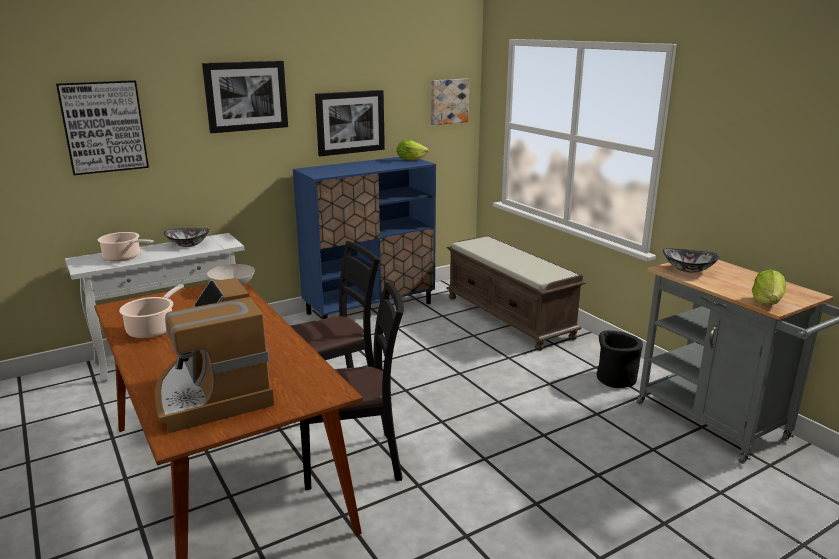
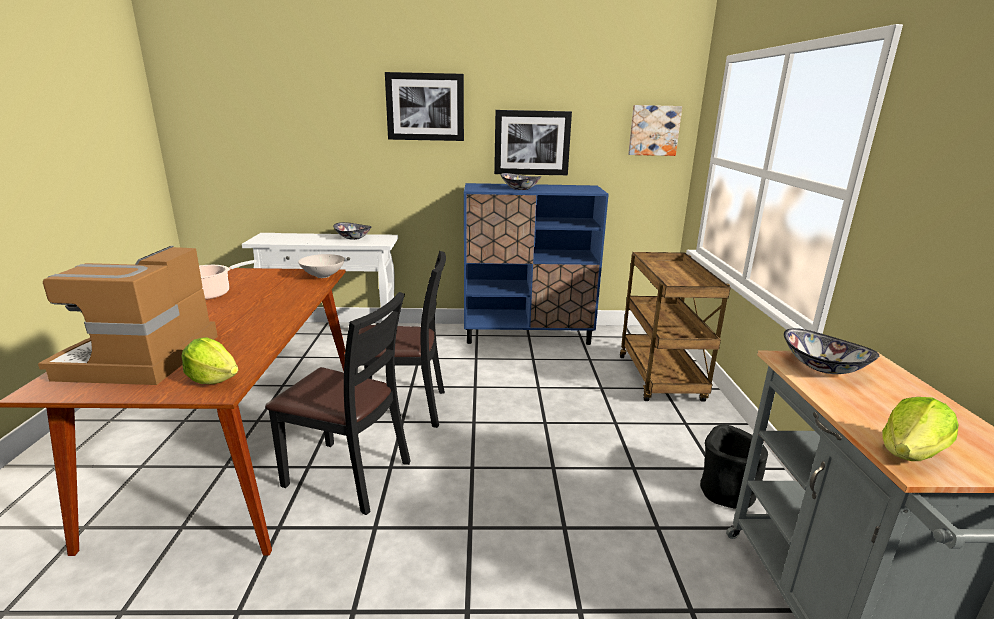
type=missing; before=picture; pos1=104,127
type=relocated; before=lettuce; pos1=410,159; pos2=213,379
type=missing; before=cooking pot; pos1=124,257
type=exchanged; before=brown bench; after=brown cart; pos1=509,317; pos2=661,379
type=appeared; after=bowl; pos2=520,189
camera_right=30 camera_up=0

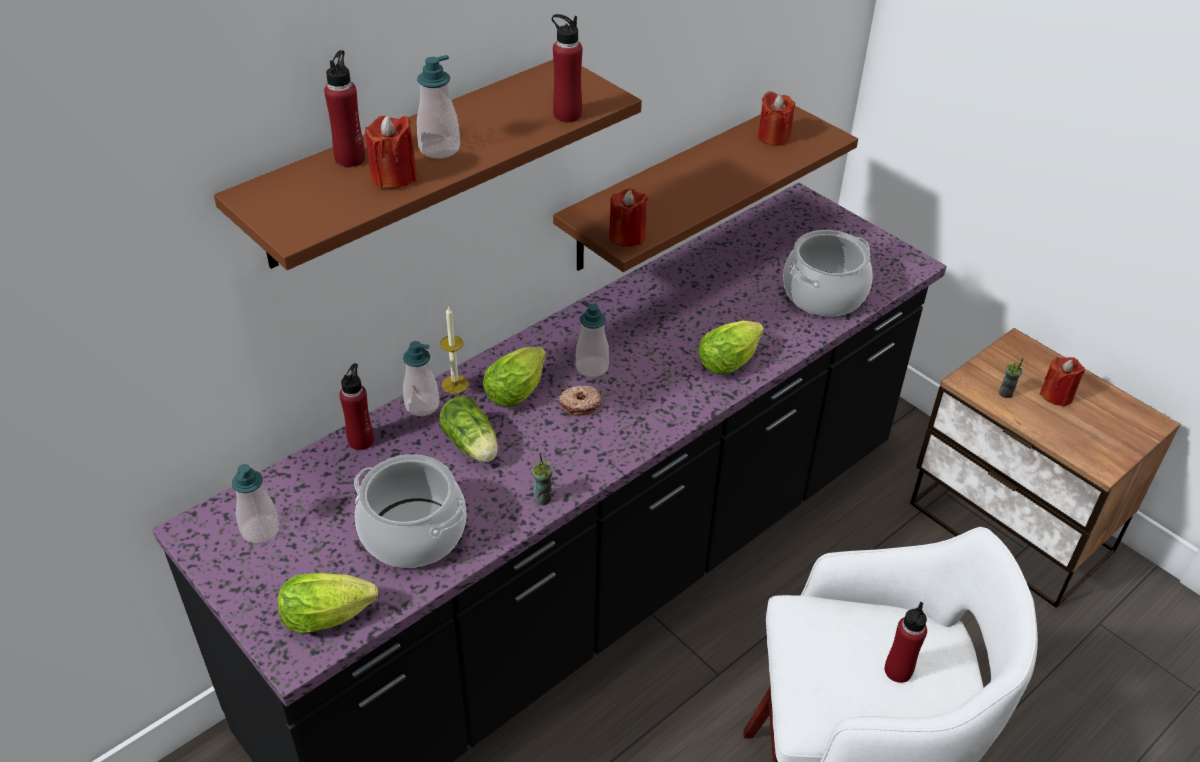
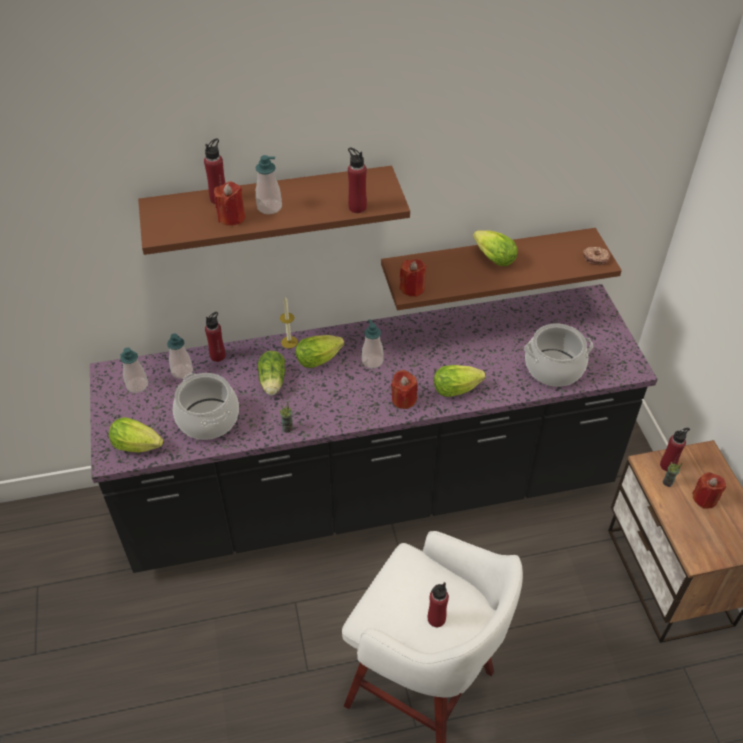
type=relocated; before=red candle; pos1=773,137; pos2=403,399
type=relocated; before=soap dispenser; pos1=422,405; pos2=182,371
type=relocated; before=donut; pos1=580,404; pos2=595,258
type=appeared; after=lettuce; pos2=491,257
type=appeared; after=red bottle; pos2=667,465
camera_right=30 camera_up=5

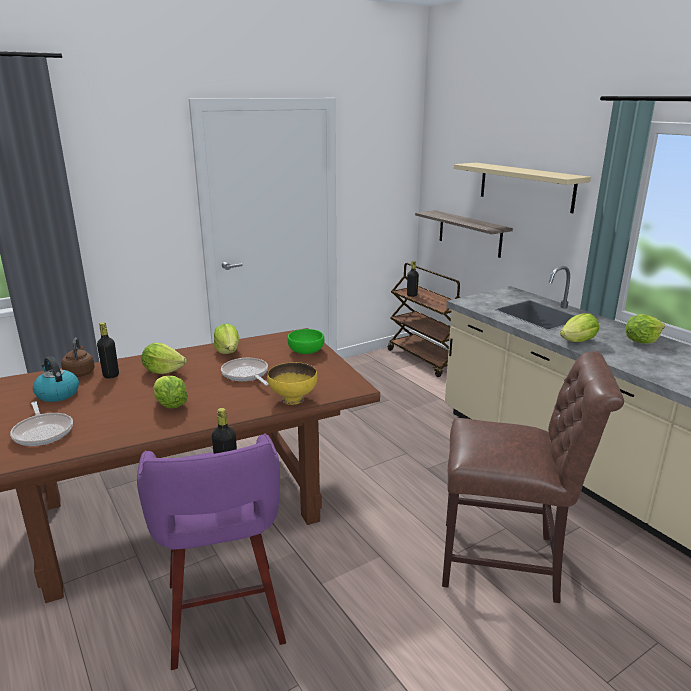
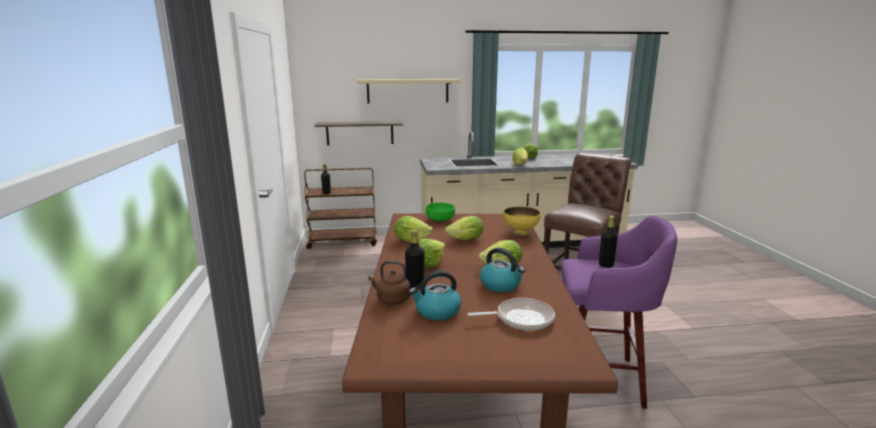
type=exchanged; before=frying pan; after=lettuce; pos1=246,374; pos2=466,239
type=appeared; after=kettle; pos2=501,285
camera_right=-65 camera_up=-5

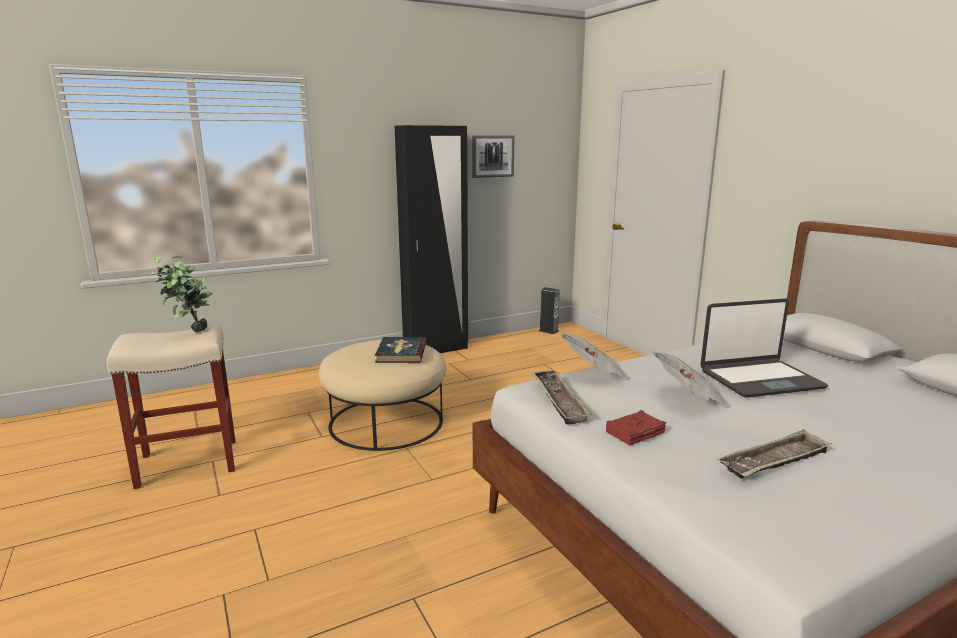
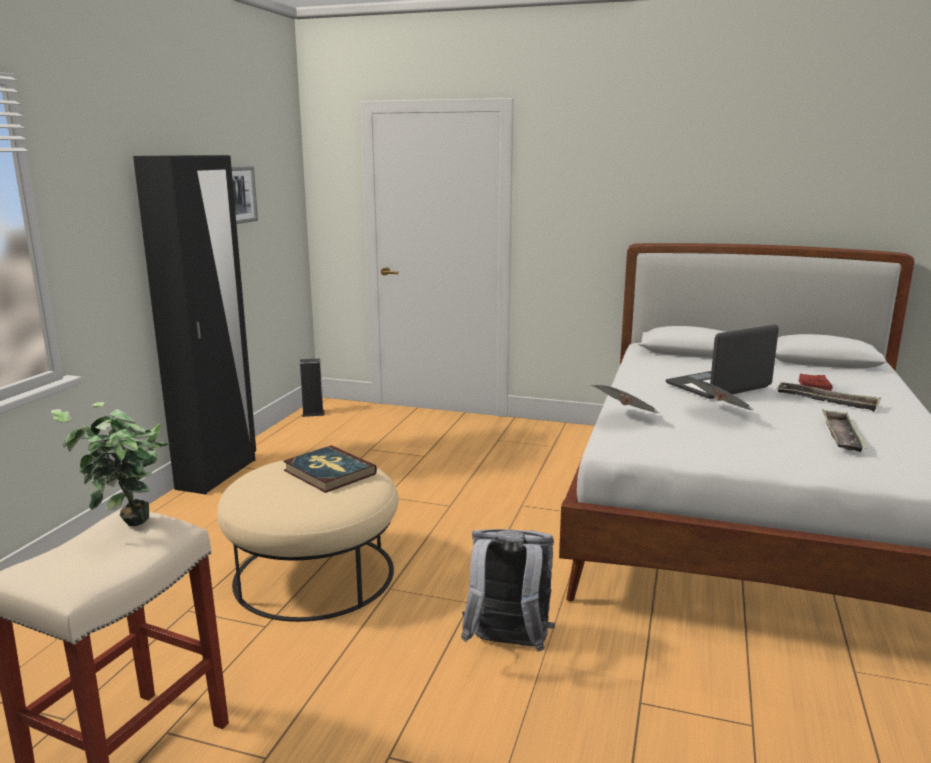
type=spun; before=laptop; pos1=760,379; pos2=718,386; turn=-150
type=relocated; before=tray; pos1=558,400; pos2=826,401
type=relocated; before=red book; pos1=635,433; pos2=815,387
type=appeared; after=grey backpack; pos2=507,646
camera_right=-45 camera_up=0

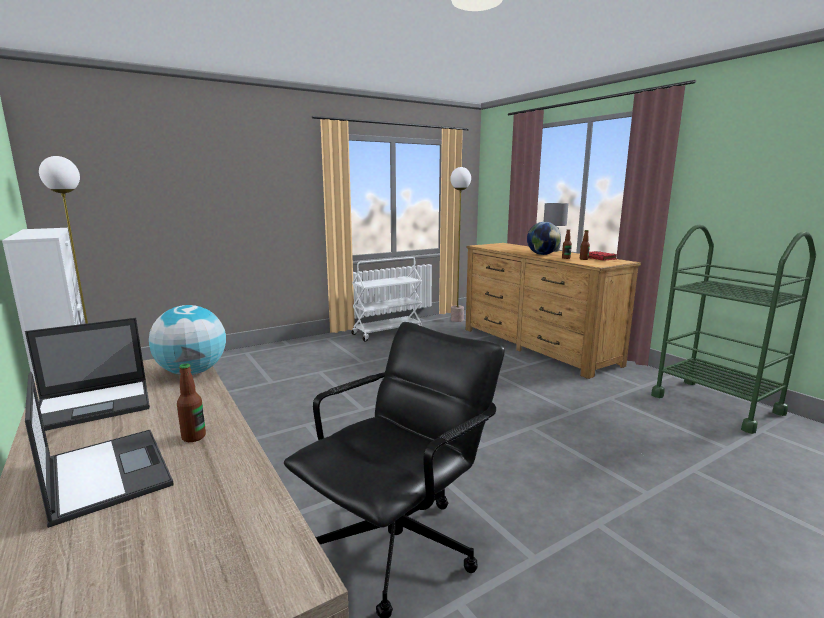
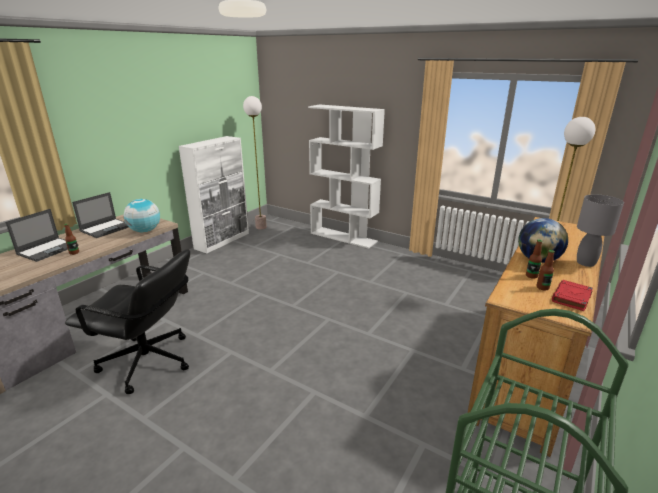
type=missing; before=white cart; pos1=387,332
type=spun; before=laptop; pos1=96,404; pos2=107,228; turn=-90
type=appeared; after=white bookcase; pos2=344,237
camera_right=65 camera_up=10

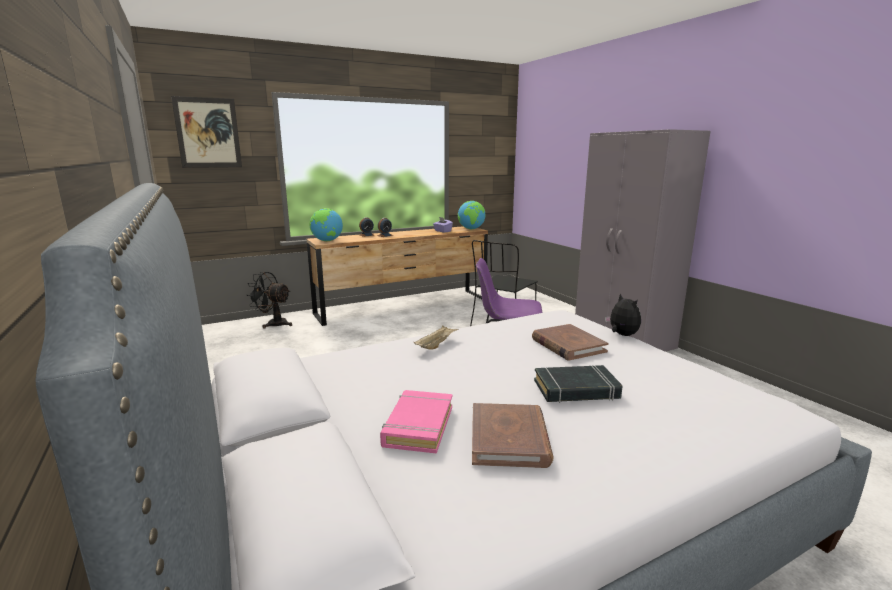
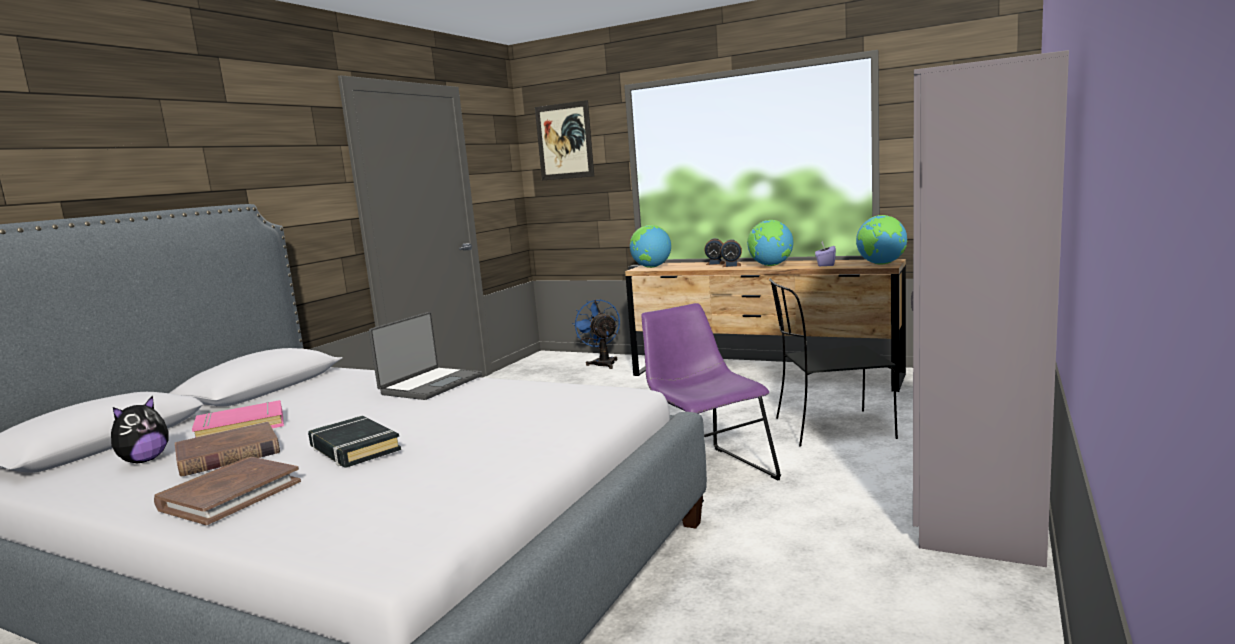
type=colour; before=black fan; after=blue fan; pos1=273,323; pos2=602,363
type=relocated; before=plush toy; pos1=621,335; pos2=144,460
type=relocated; before=brown book; pos1=567,345; pos2=230,495
type=exchanged; before=beige tray; after=laptop; pos1=436,345; pos2=430,385
type=appeared; after=globe; pos2=770,265
camera_right=55 camera_up=-5

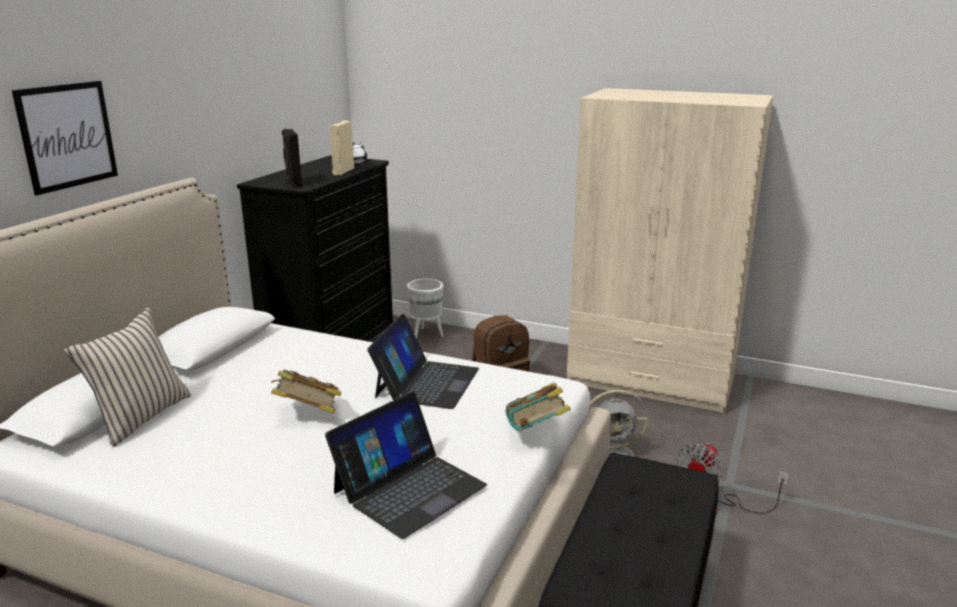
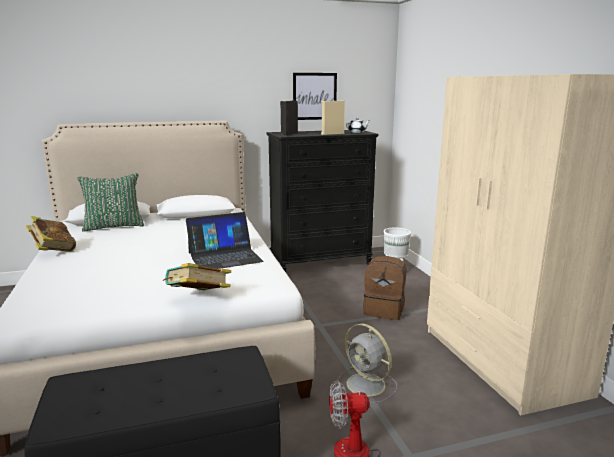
type=relocated; before=picture; pos1=67,136; pos2=314,96
type=colour; before=beige pillow; after=green pillow; pos1=140,417; pos2=114,226
type=relocated; before=book; pos1=308,414; pos2=53,251
type=missing; before=laptop; pos1=409,488
camera_right=50 camera_up=-5

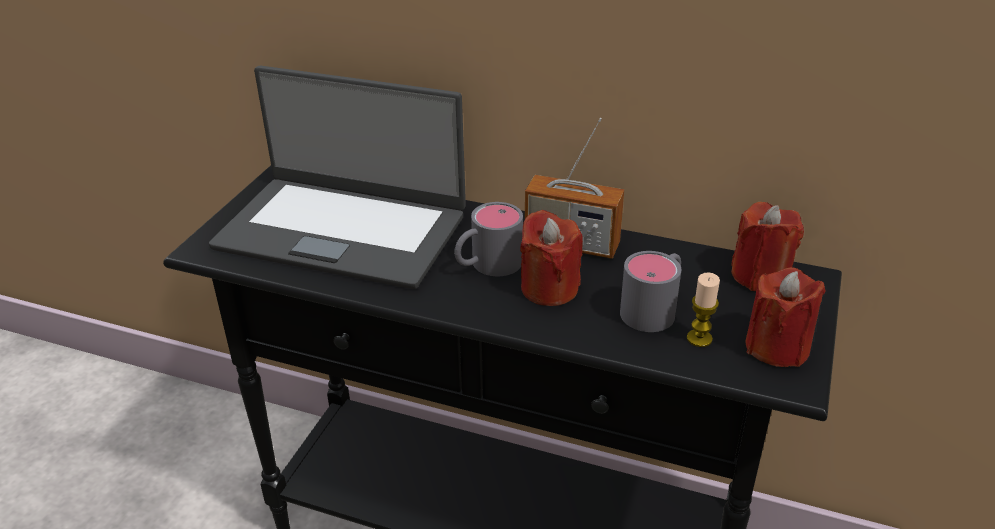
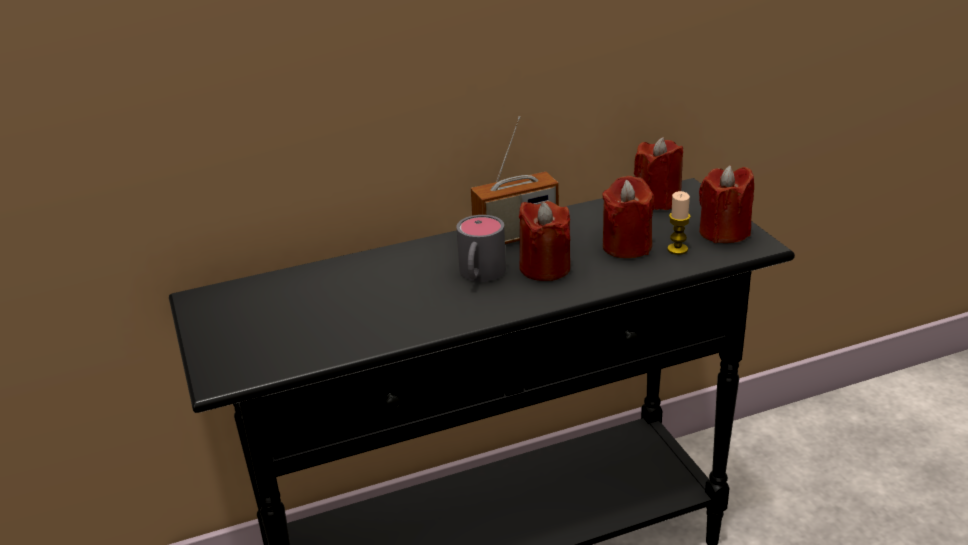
type=missing; before=laptop; pos1=343,230
type=exchanged; before=grey mug; after=red candle; pos1=654,308; pos2=627,246
camera_right=-40 camera_up=-5

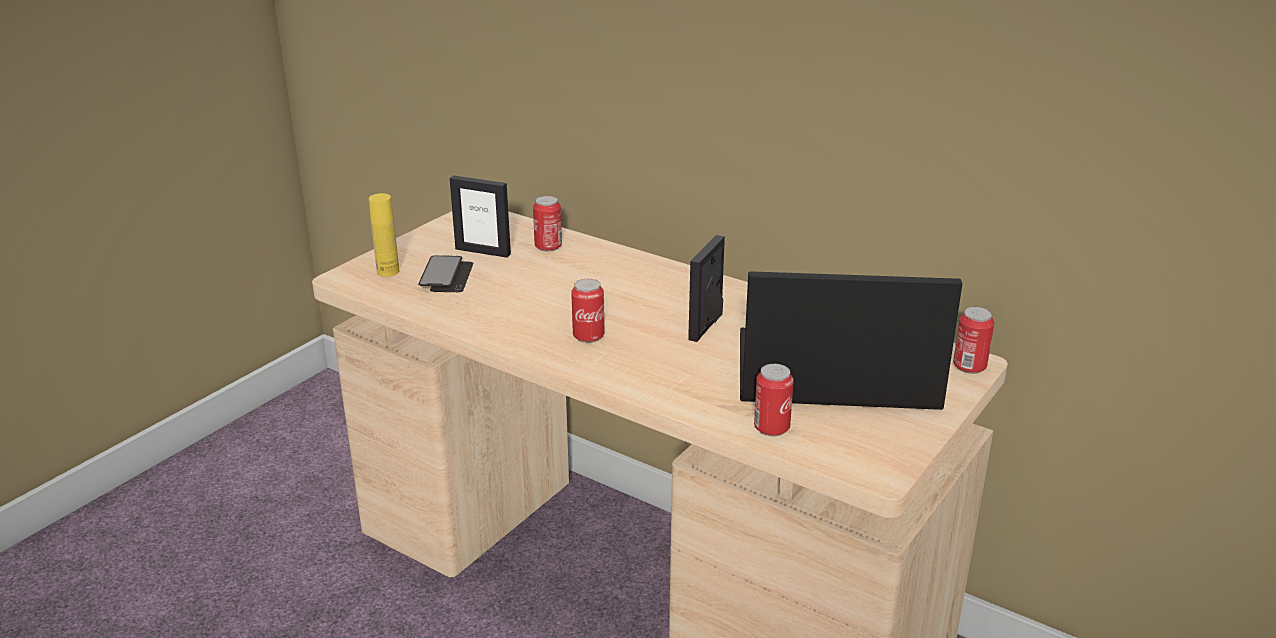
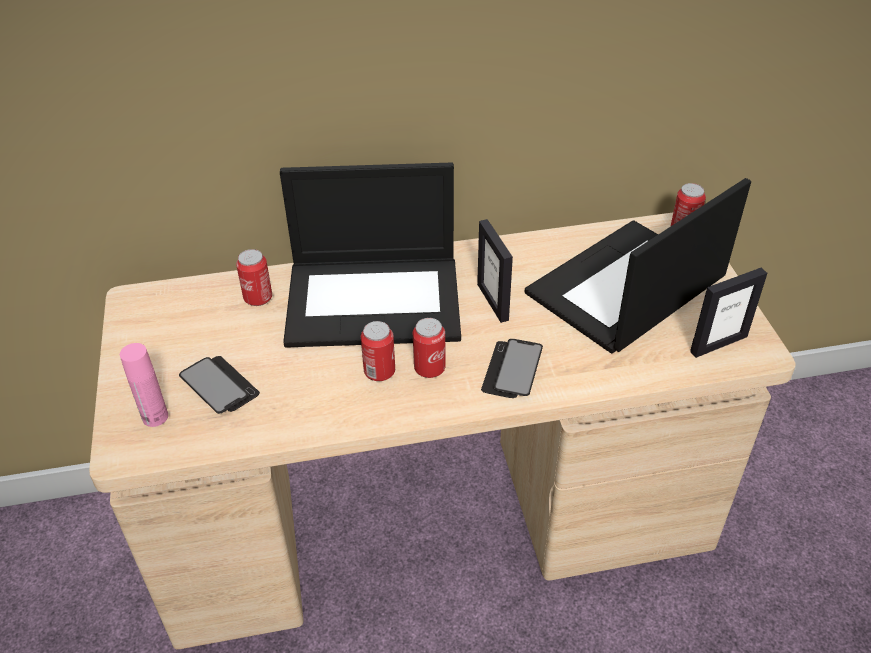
type=relocated; before=picture frame; pos1=483,251; pos2=718,344
type=colour; before=yellow bottle; after=pink bottle; pos1=388,271; pos2=155,417
type=relocated; before=can; pos1=771,428; pos2=379,372
type=appeared; after=laptop; pos2=375,300
type=appeared; after=phone; pos2=512,370
camera_right=-45 camera_up=15

